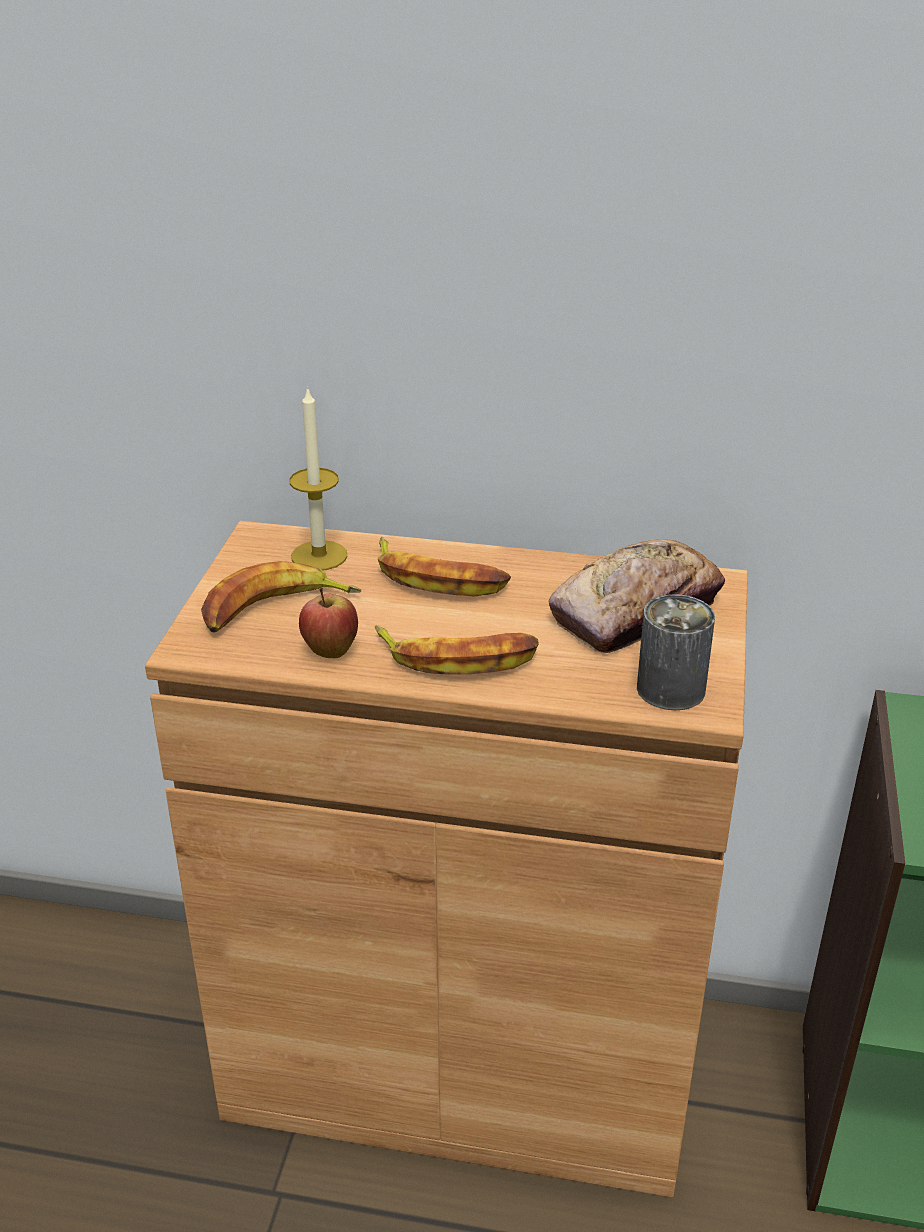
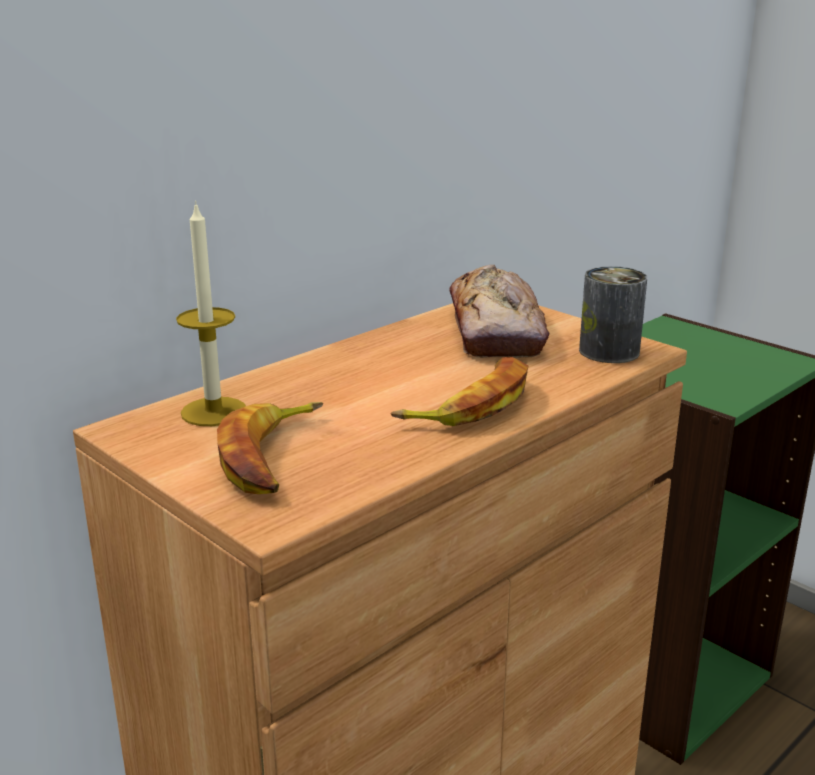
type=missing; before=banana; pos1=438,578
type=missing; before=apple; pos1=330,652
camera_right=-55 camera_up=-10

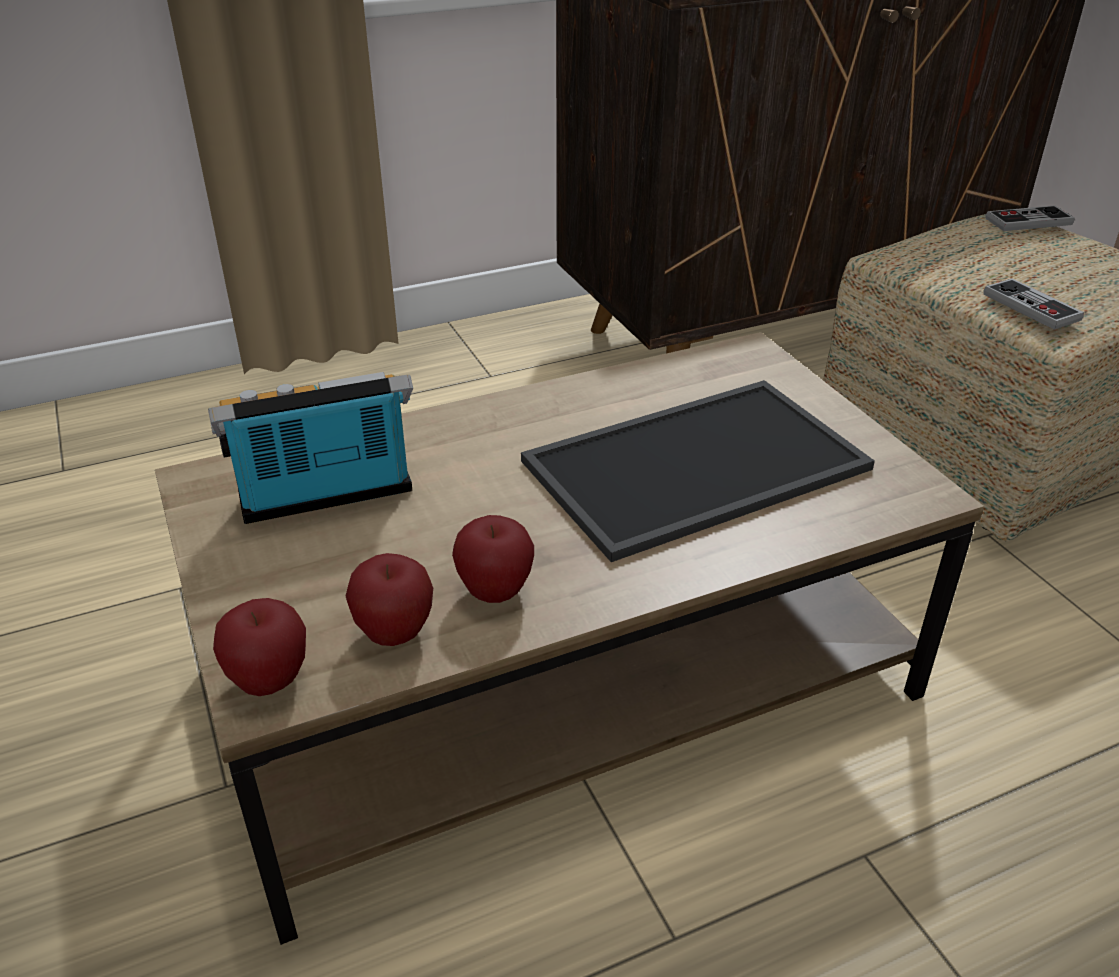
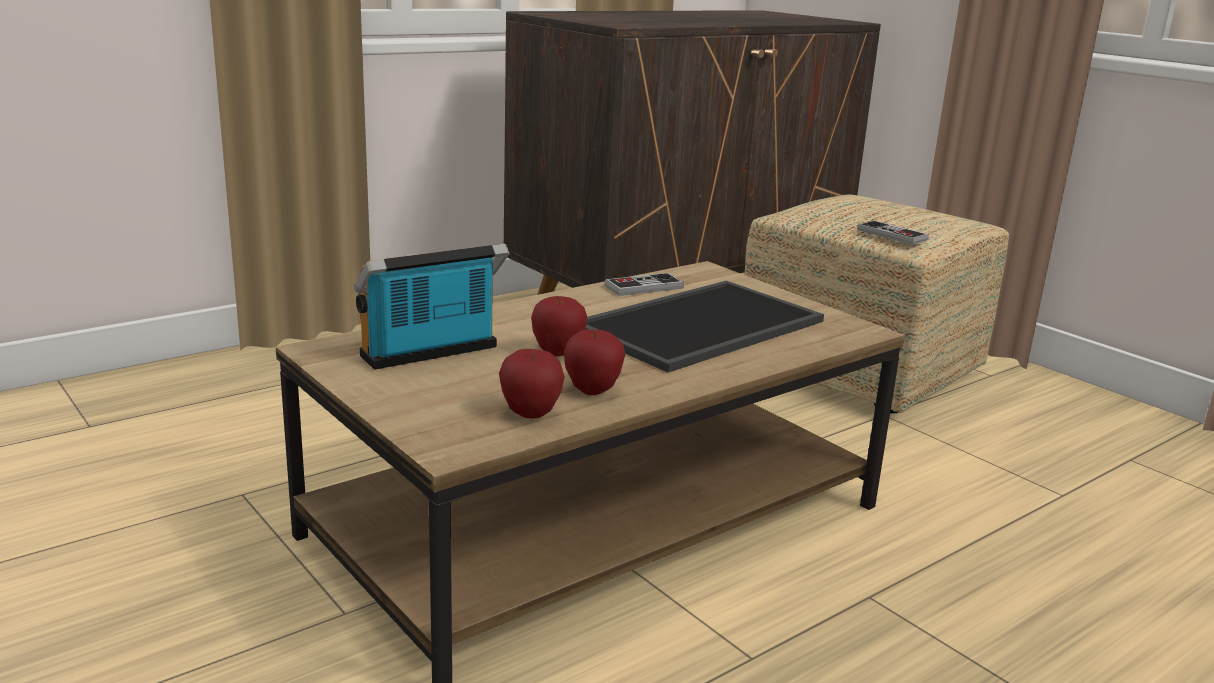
type=relocated; before=game controller; pos1=1028,221; pos2=644,287
type=relocated; before=apple; pos1=269,681; pos2=558,353
camera_right=-15 camera_up=-15

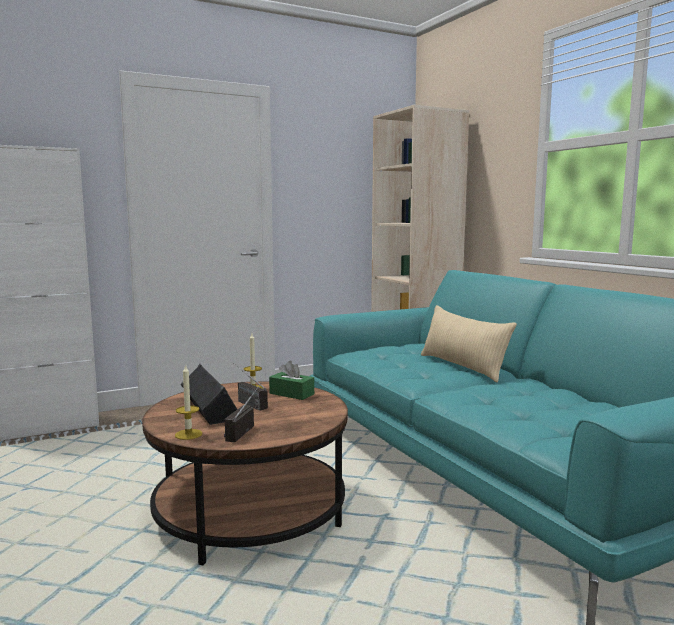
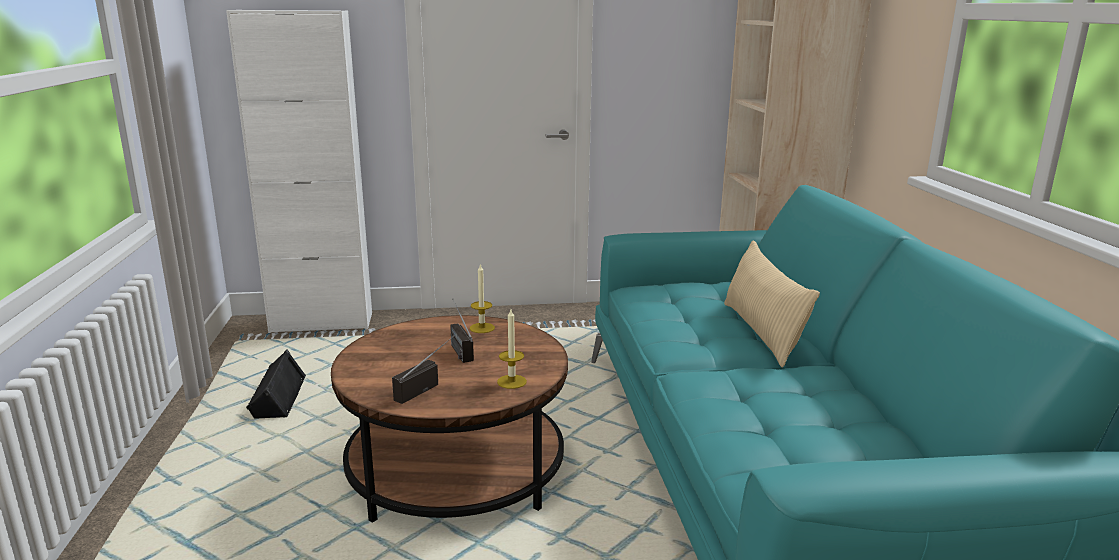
type=missing; before=green tissue box; pos1=291,394
type=relocated; before=candle; pos1=188,434; pos2=511,381
type=relocated; before=black speaker; pos1=209,408; pos2=277,397
camera_right=20 camera_up=10

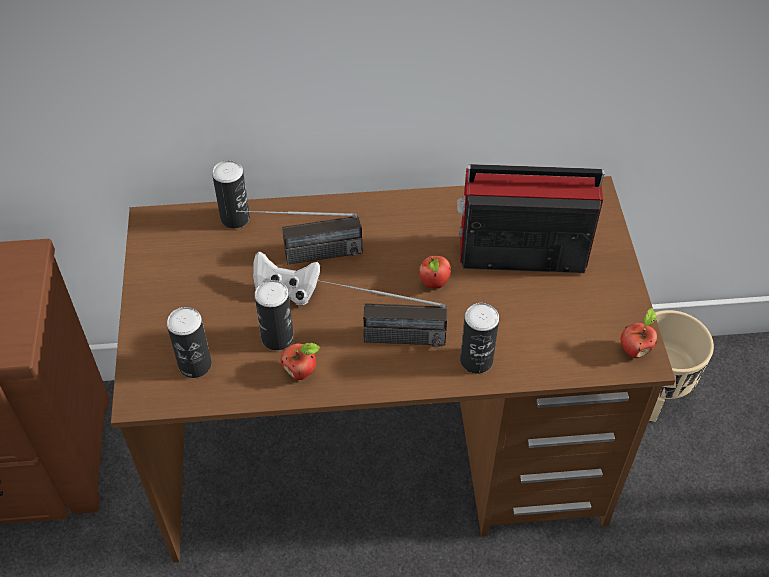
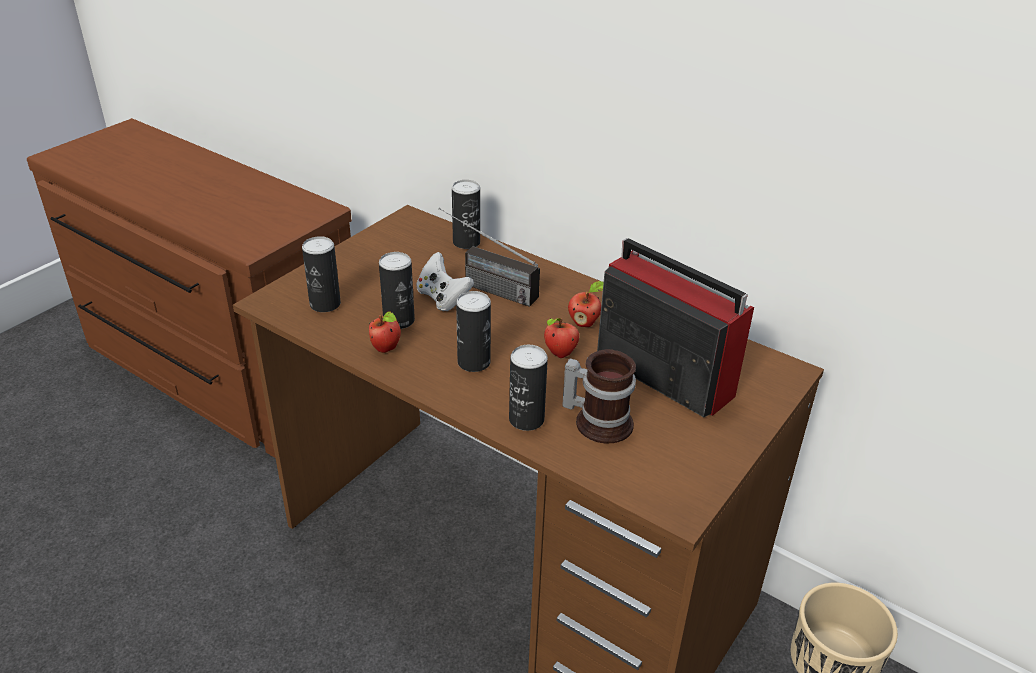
type=exchanged; before=radio; after=can; pos1=382,337; pos2=474,362
type=relocated; before=apple; pos1=634,350; pos2=585,323
type=appeared; after=mug; pos2=599,420
camera_right=40 camera_up=-15

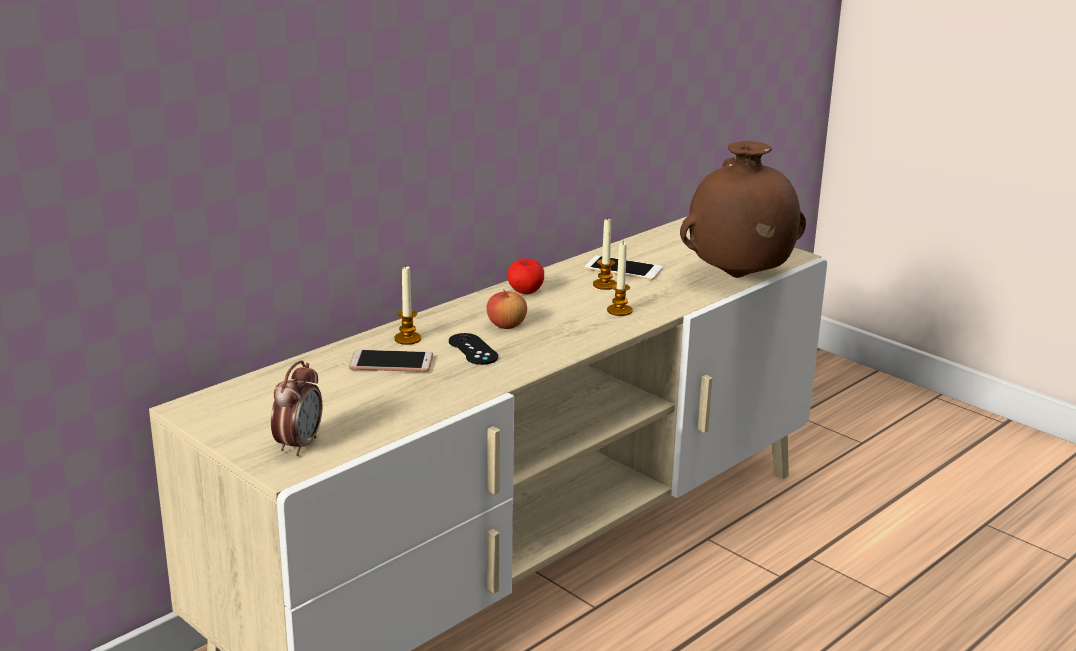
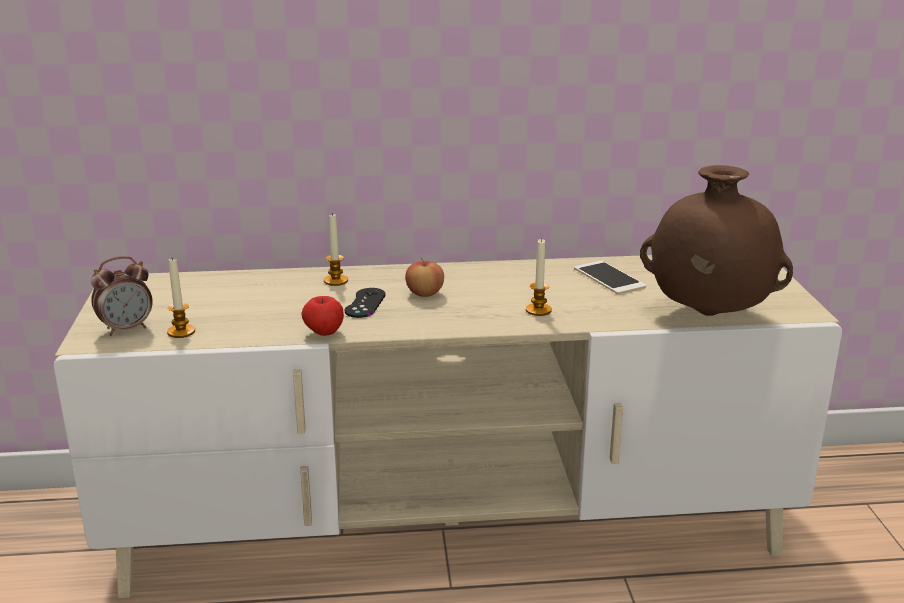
type=relocated; before=candle; pos1=605,285; pos2=181,332
type=relocated; before=apple; pos1=525,292; pos2=324,332
type=missing; before=phone; pos1=391,363
camera_right=40 camera_up=0

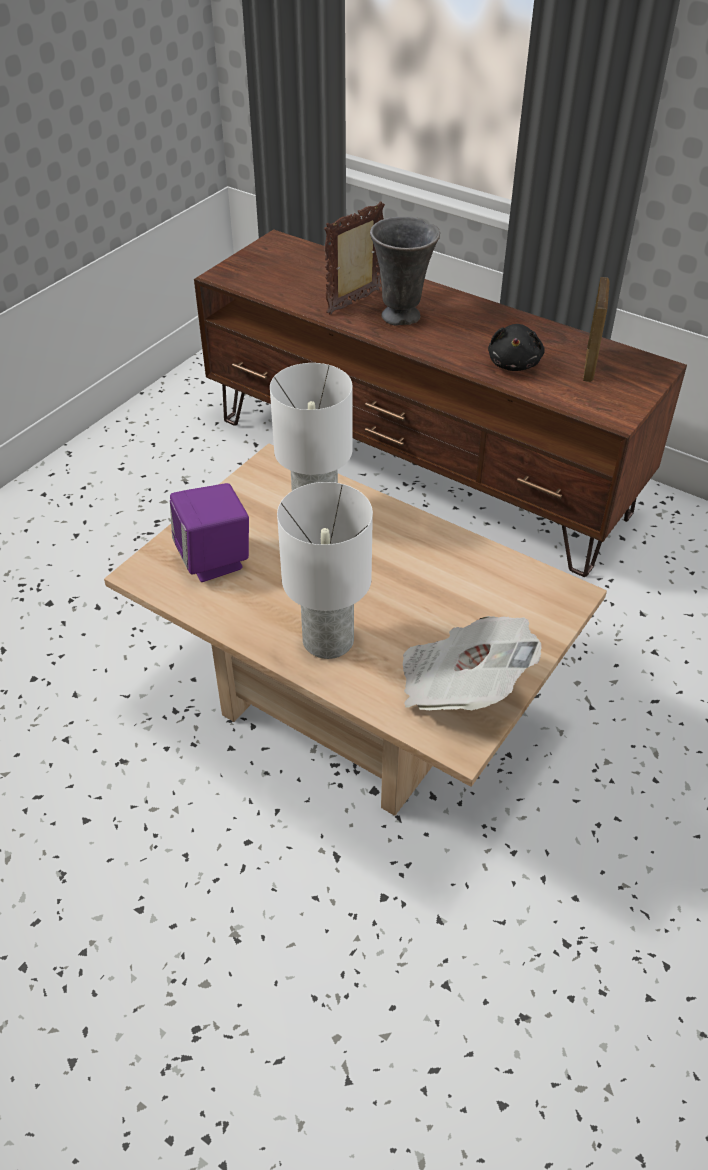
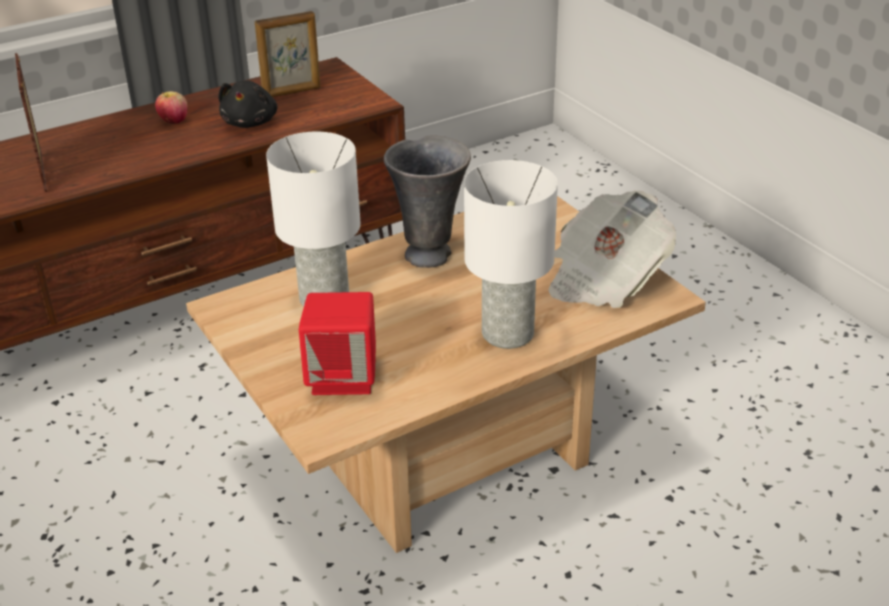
type=relocated; before=grey vase; pos1=402,317; pos2=430,254
type=spun; before=picture frame; pos1=589,365; pos2=292,92; turn=120
type=spun; before=black plush toy; pos1=514,363; pos2=250,122; turn=60
type=colour; before=purple speaker; after=red speaker; pos1=214,560; pos2=343,378
type=appeared; after=apple; pos2=174,121
camera_right=-65 camera_up=-10

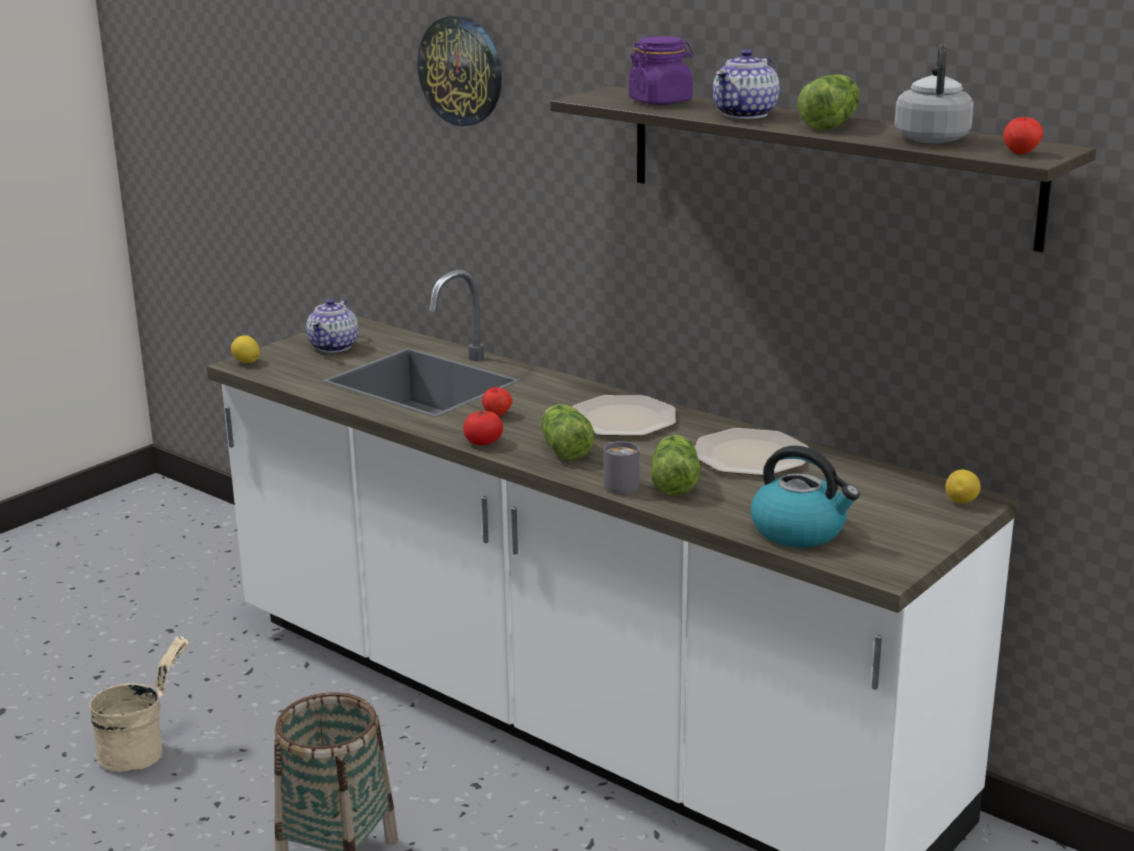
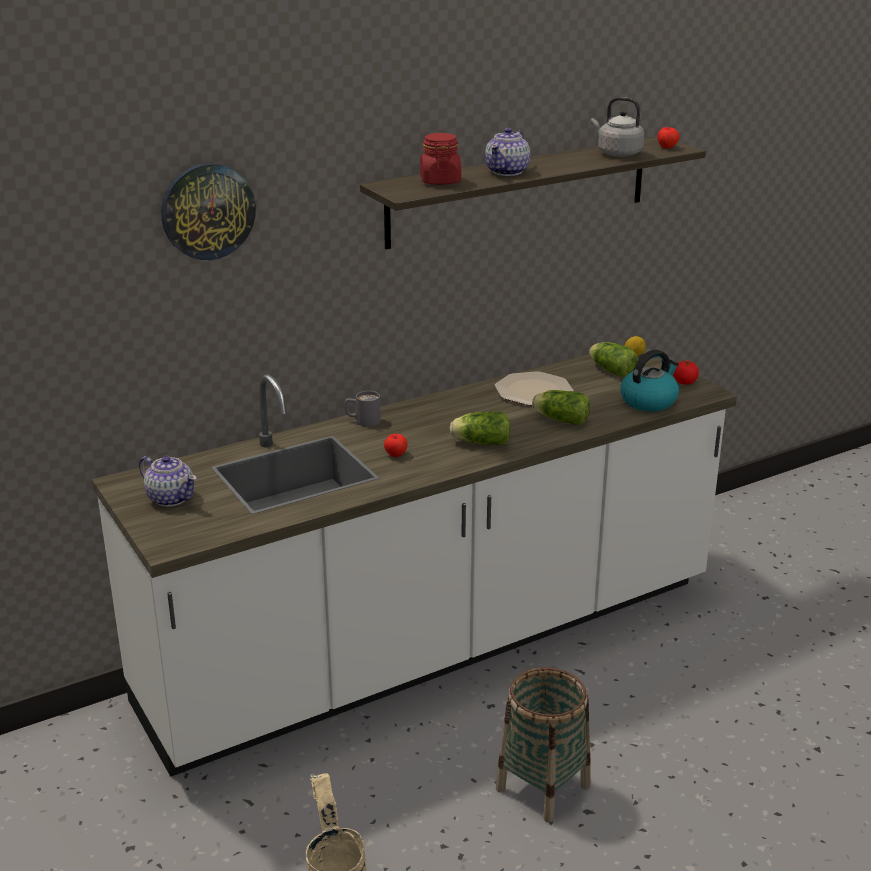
type=colour; before=purple jar; after=red jar; pos1=660,101; pos2=440,181
type=spun; before=teapot; pos1=746,114; pos2=507,171; turn=60
type=relocated; before=lettuce; pos1=831,124; pos2=610,370
type=missing; before=lemon; pos1=246,362
type=missing; before=plate; pos1=622,419
type=relocated; before=tomato; pos1=483,442; pos2=685,382
type=relocated; before=grey mug; pos1=618,483; pos2=362,421
camera_right=-70 camera_up=5

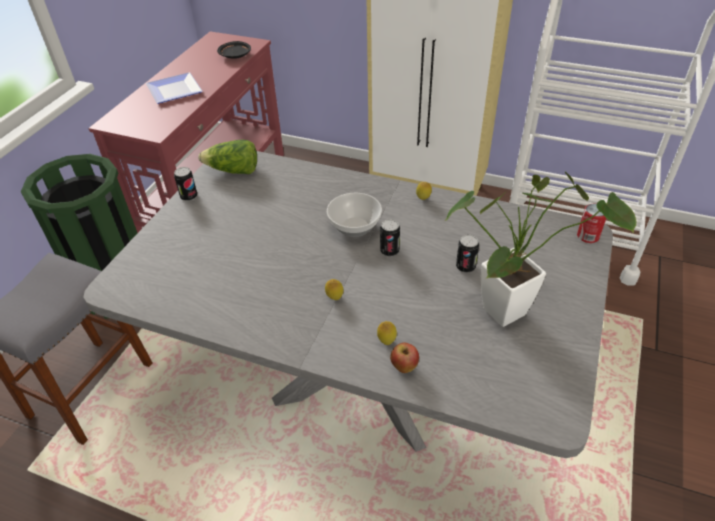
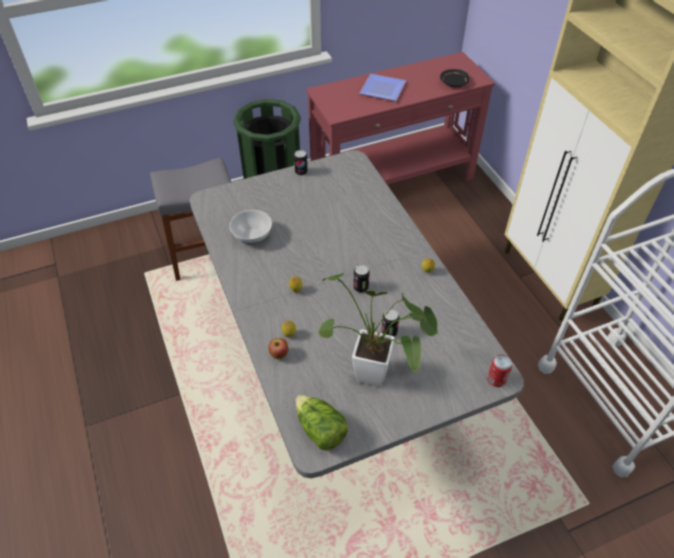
type=relocated; before=lettuce; pos1=233,171; pos2=320,430
type=relocated; before=bowl; pos1=354,226; pos2=253,236
camera_right=45 camera_up=5

